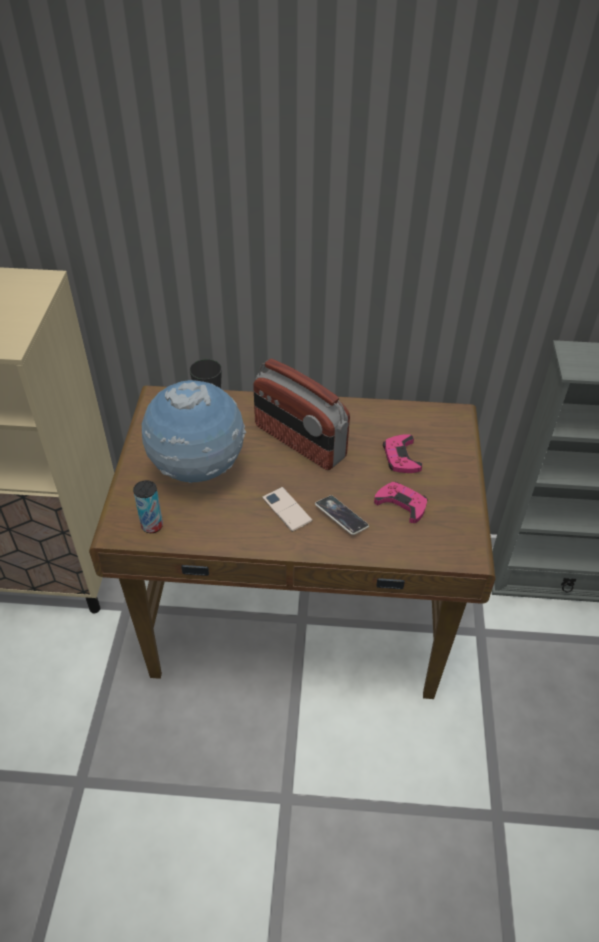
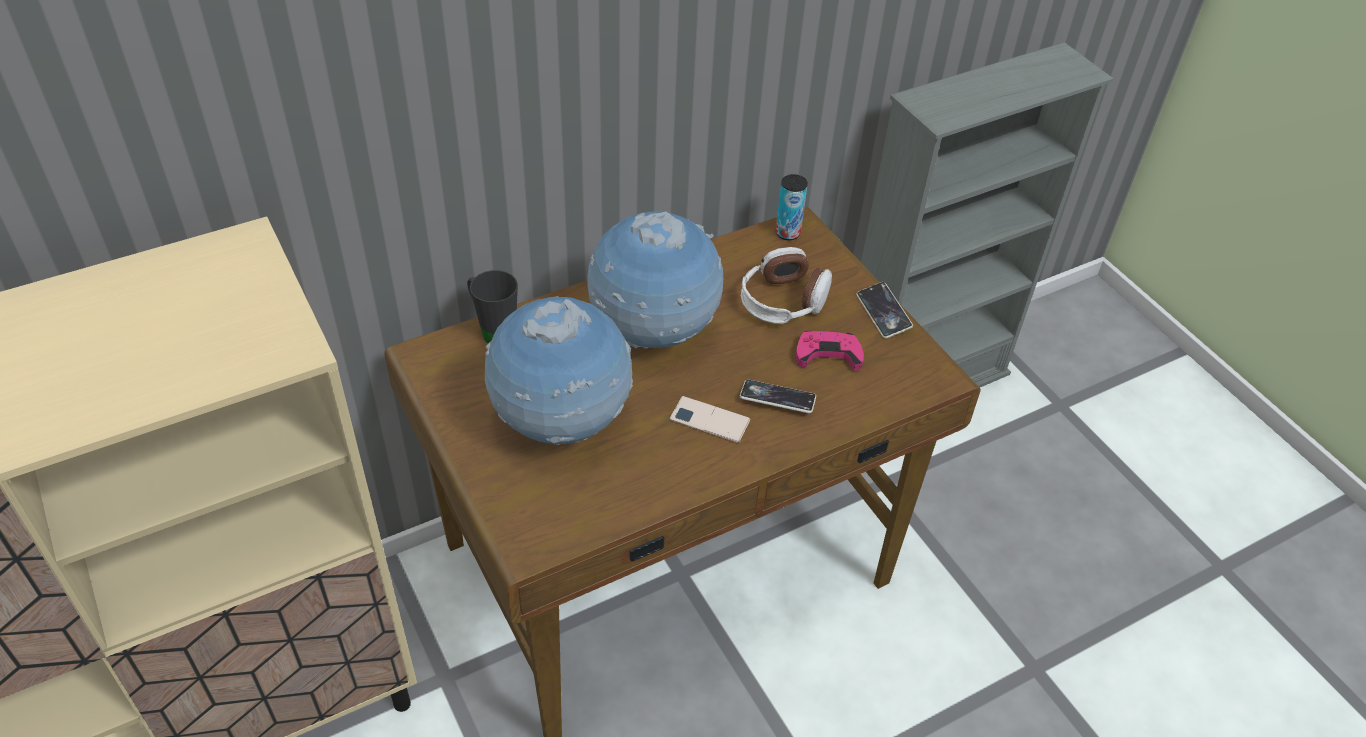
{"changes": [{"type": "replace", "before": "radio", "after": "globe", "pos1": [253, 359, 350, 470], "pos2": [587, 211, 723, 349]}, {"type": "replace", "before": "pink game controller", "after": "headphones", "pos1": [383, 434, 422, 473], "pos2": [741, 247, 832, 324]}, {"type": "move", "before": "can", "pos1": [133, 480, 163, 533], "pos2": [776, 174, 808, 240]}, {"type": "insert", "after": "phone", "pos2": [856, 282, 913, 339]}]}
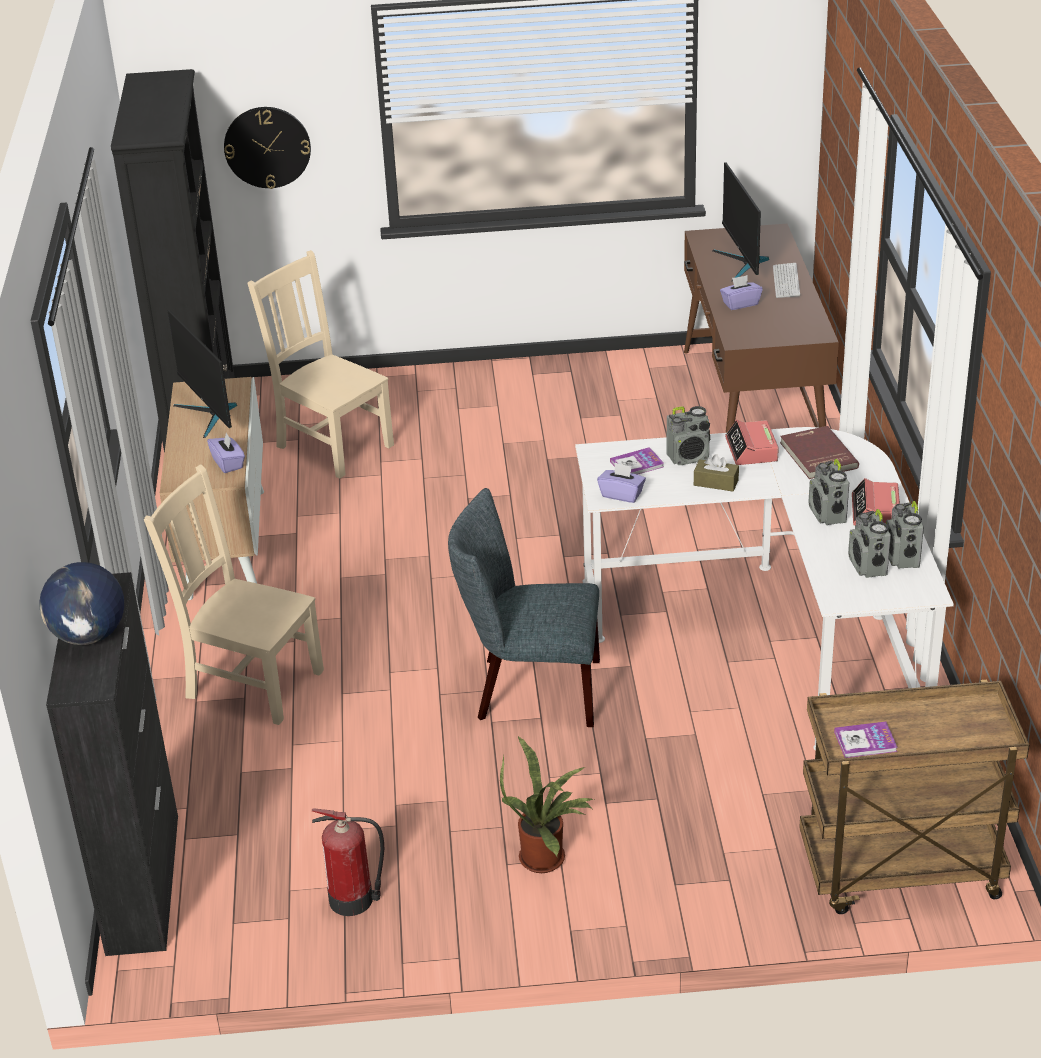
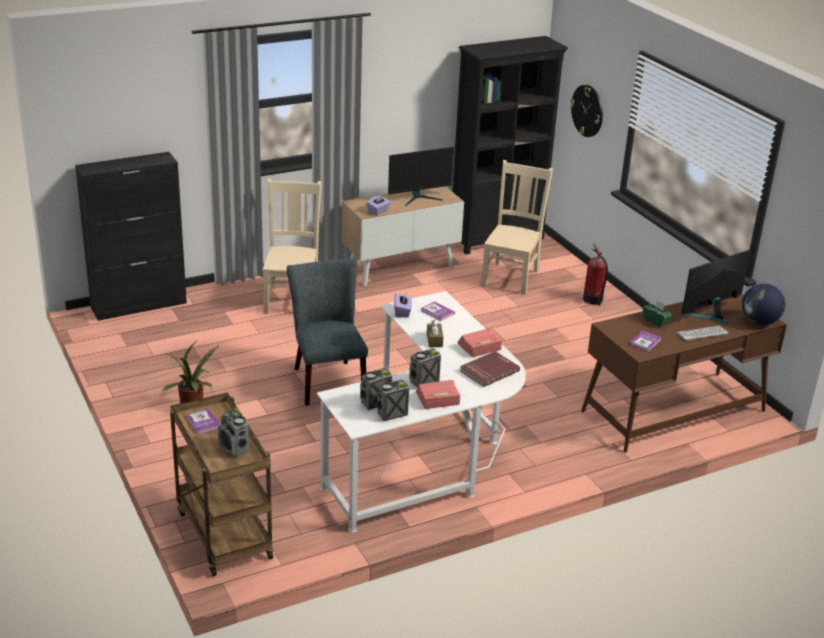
{"changes": [{"type": "move", "before": "radio", "pos1": [666, 406, 710, 465], "pos2": [218, 408, 249, 457]}, {"type": "rotate", "before": "monitor", "pos1": [168, 310, 237, 438], "pos2": [388, 147, 454, 206], "turn": -150}, {"type": "move", "before": "fire extinguisher", "pos1": [312, 808, 384, 916], "pos2": [583, 243, 608, 306]}, {"type": "insert", "after": "book", "pos2": [629, 331, 661, 352]}, {"type": "recolor", "before": "purple tissue box", "after": "green tissue box", "pos1": [720, 275, 763, 310], "pos2": [643, 301, 673, 327]}, {"type": "move", "before": "globe", "pos1": [39, 562, 124, 645], "pos2": [742, 283, 785, 325]}]}
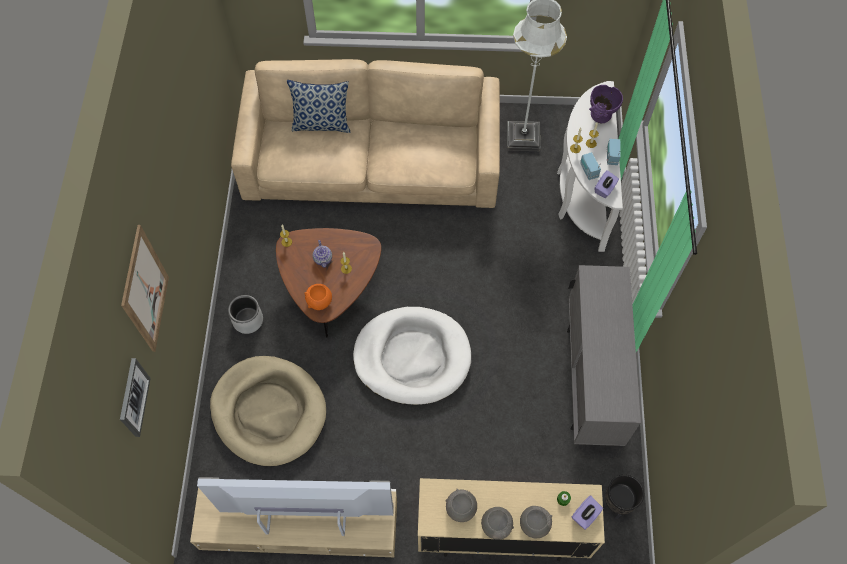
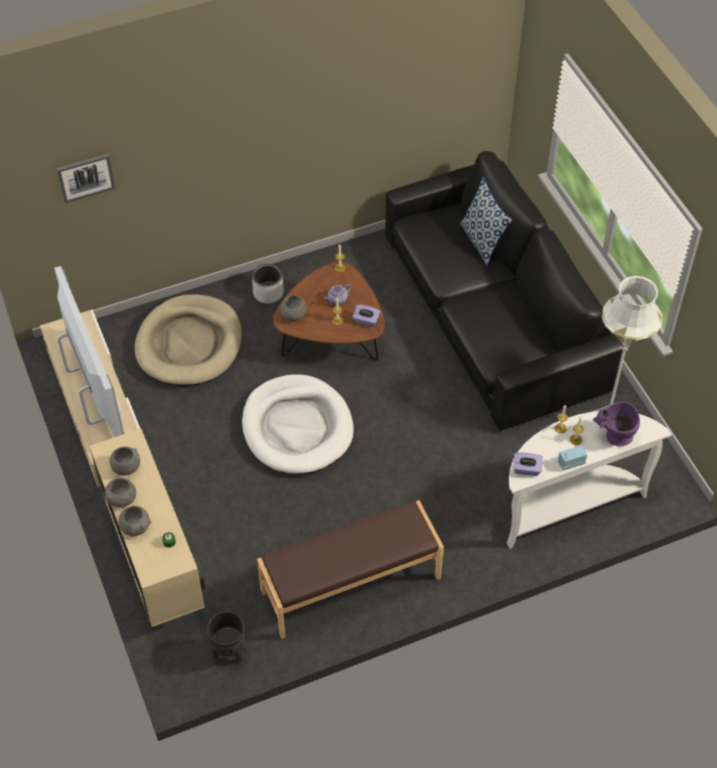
{"changes": [{"type": "replace", "before": "grey cabinet", "after": "brown bench", "pos1": [567, 265, 641, 446], "pos2": [257, 500, 444, 639]}, {"type": "recolor", "before": "orange bowl", "after": "grey bowl", "pos1": [304, 284, 332, 310], "pos2": [280, 295, 307, 321]}, {"type": "move", "before": "purple tissue box", "pos1": [572, 495, 603, 530], "pos2": [353, 305, 381, 327]}, {"type": "recolor", "before": "beige sofa", "after": "black sofa", "pos1": [231, 59, 500, 208], "pos2": [385, 151, 623, 431]}, {"type": "delete", "before": "picture", "pos1": [121, 225, 169, 352]}, {"type": "delete", "before": "radio", "pos1": [580, 152, 601, 180]}]}
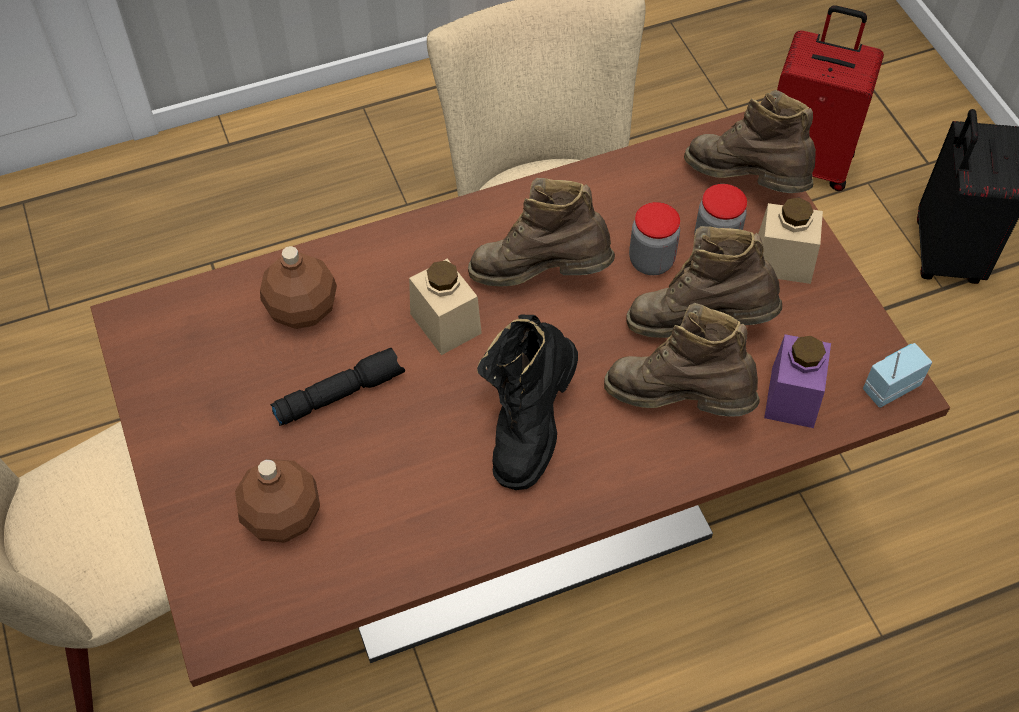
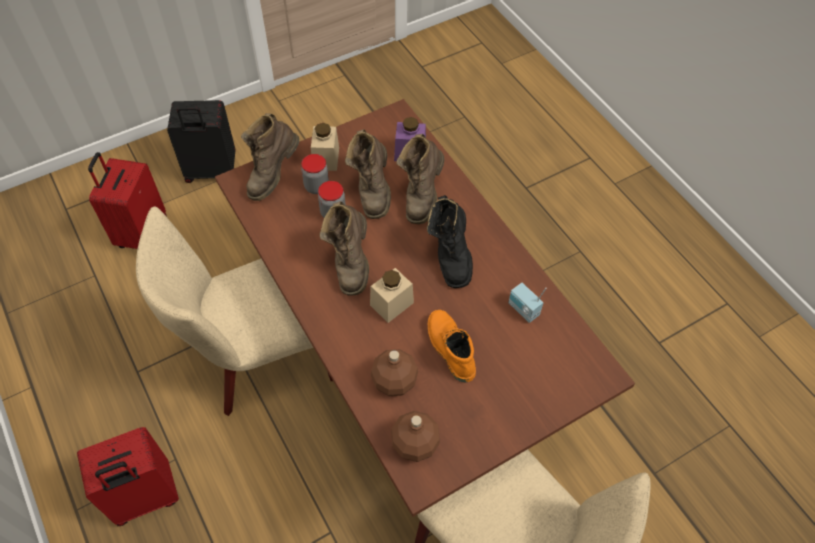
{"changes": [{"type": "insert", "after": "red suitcase", "pos2": [77, 427, 179, 526]}, {"type": "move", "before": "brown bottle", "pos1": [235, 459, 320, 543], "pos2": [391, 411, 440, 462]}, {"type": "rotate", "before": "black boot", "pos1": [477, 315, 578, 490], "pos2": [427, 195, 473, 288], "turn": 75}, {"type": "replace", "before": "black flashlight", "after": "orange boot", "pos1": [270, 348, 405, 426], "pos2": [428, 310, 476, 382]}, {"type": "move", "before": "radio", "pos1": [863, 343, 932, 408], "pos2": [508, 283, 547, 323]}]}
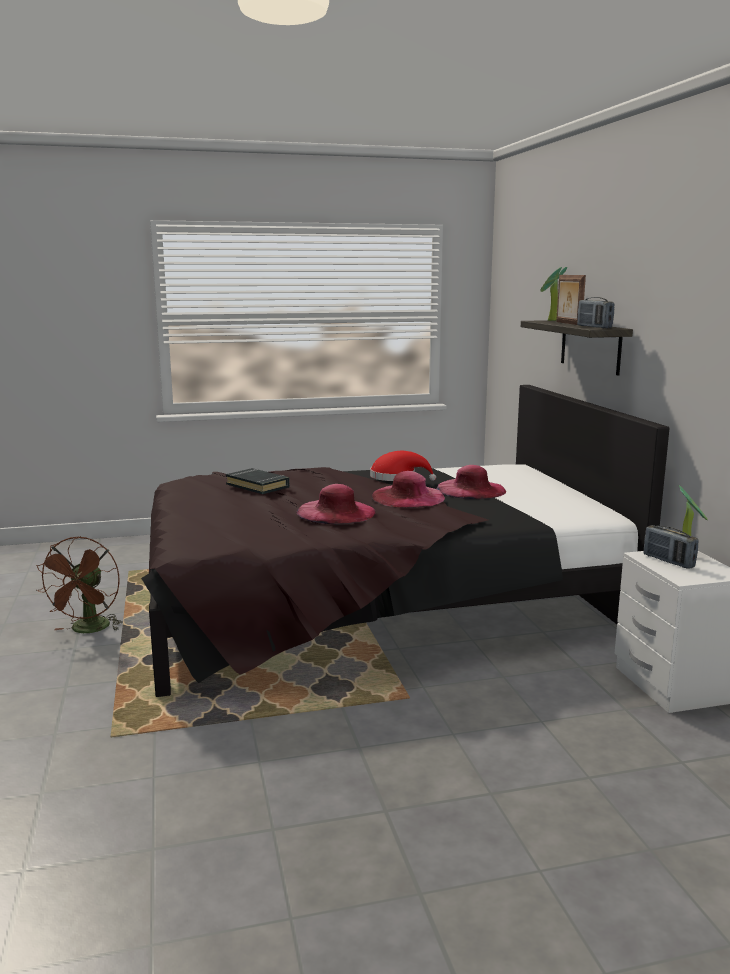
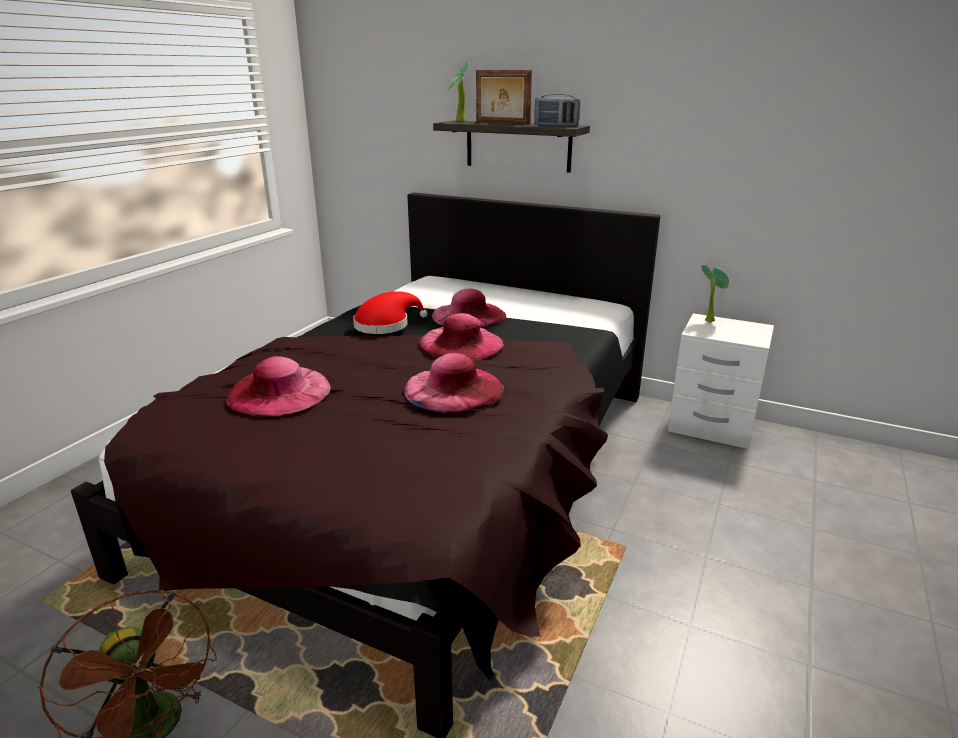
{"changes": [{"type": "replace", "before": "black book", "after": "pink hat", "pos1": [226, 468, 289, 494], "pos2": [226, 356, 331, 417]}, {"type": "delete", "before": "radio", "pos1": [644, 525, 698, 569]}]}
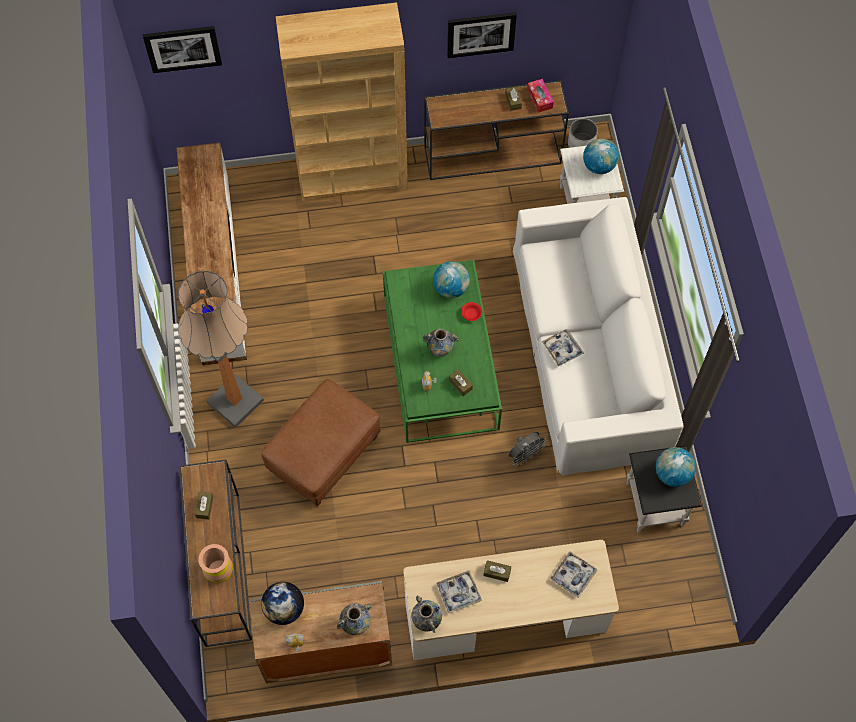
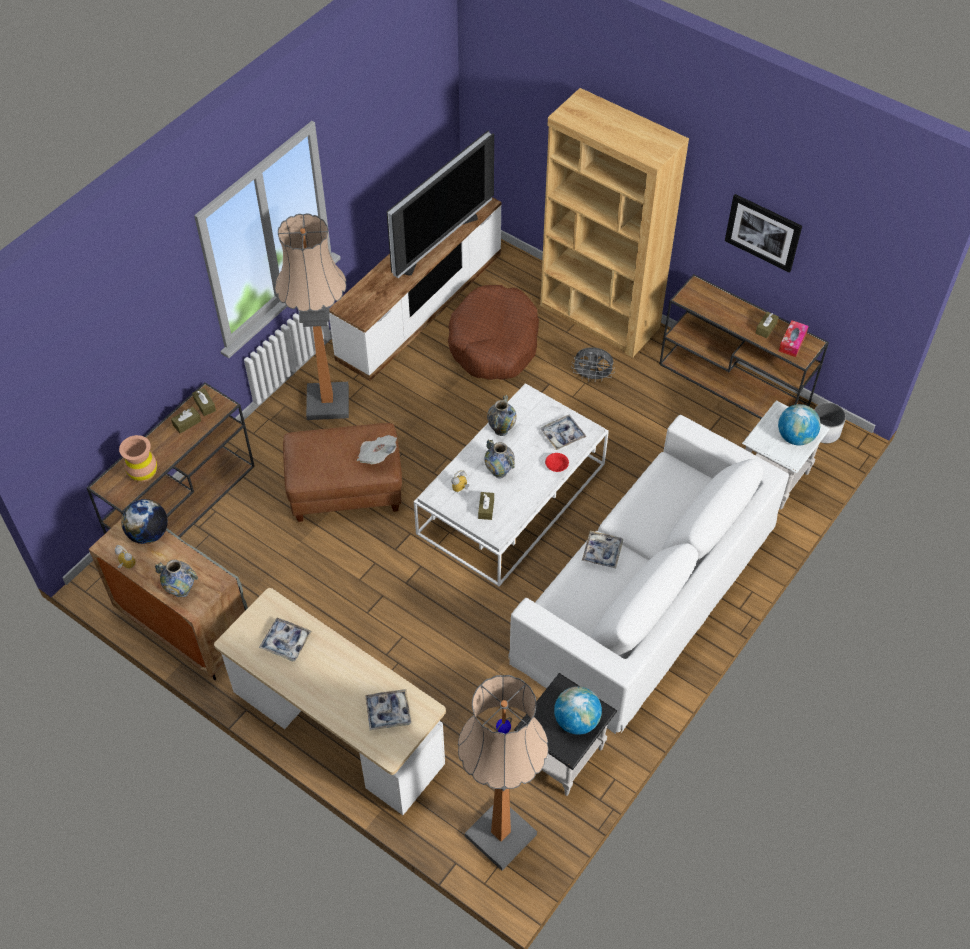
{"changes": [{"type": "move", "before": "brown tissue box", "pos1": [483, 560, 511, 582], "pos2": [192, 388, 216, 416]}, {"type": "insert", "after": "newspaper", "pos2": [357, 435, 397, 464]}, {"type": "insert", "after": "television", "pos2": [387, 131, 494, 278]}, {"type": "recolor", "before": "green coffee table", "after": "white coffee table", "pos1": [383, 260, 502, 443], "pos2": [414, 384, 609, 587]}, {"type": "insert", "after": "brown dog bed", "pos2": [448, 285, 539, 380]}, {"type": "insert", "after": "floor lamp", "pos2": [458, 675, 548, 870]}, {"type": "move", "before": "vase", "pos1": [411, 596, 442, 633], "pos2": [487, 395, 517, 436]}, {"type": "replace", "before": "globe", "after": "tray", "pos1": [433, 261, 470, 298], "pos2": [540, 415, 586, 450]}, {"type": "move", "before": "grey fan", "pos1": [509, 432, 548, 466], "pos2": [571, 347, 615, 382]}, {"type": "delete", "before": "picture", "pos1": [143, 26, 222, 73]}]}
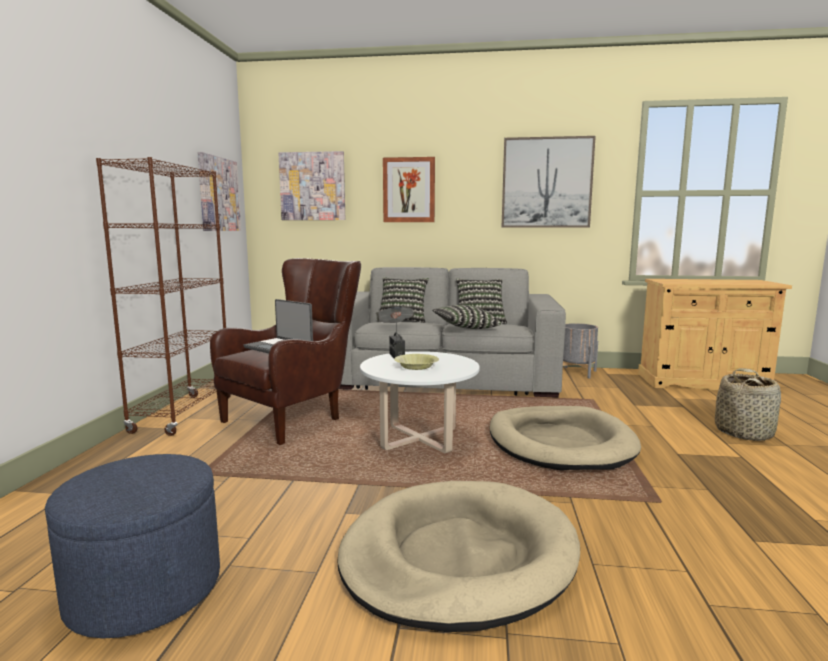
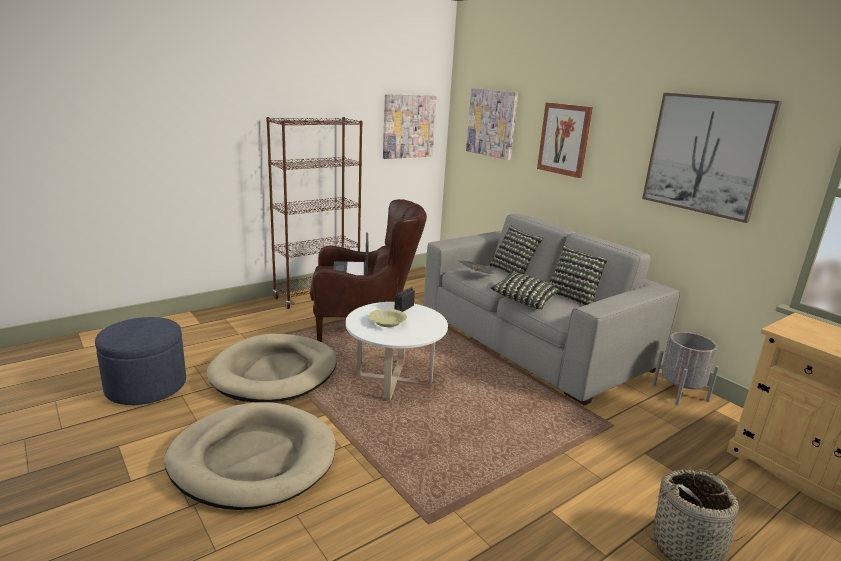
{"changes": [{"type": "move", "before": "beige dog bed", "pos1": [489, 406, 641, 471], "pos2": [207, 334, 337, 402]}]}
